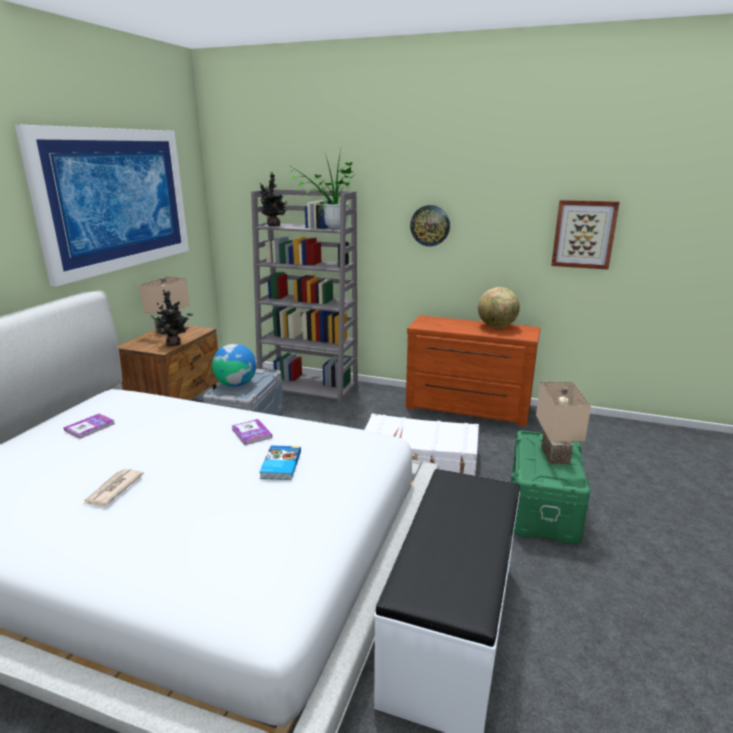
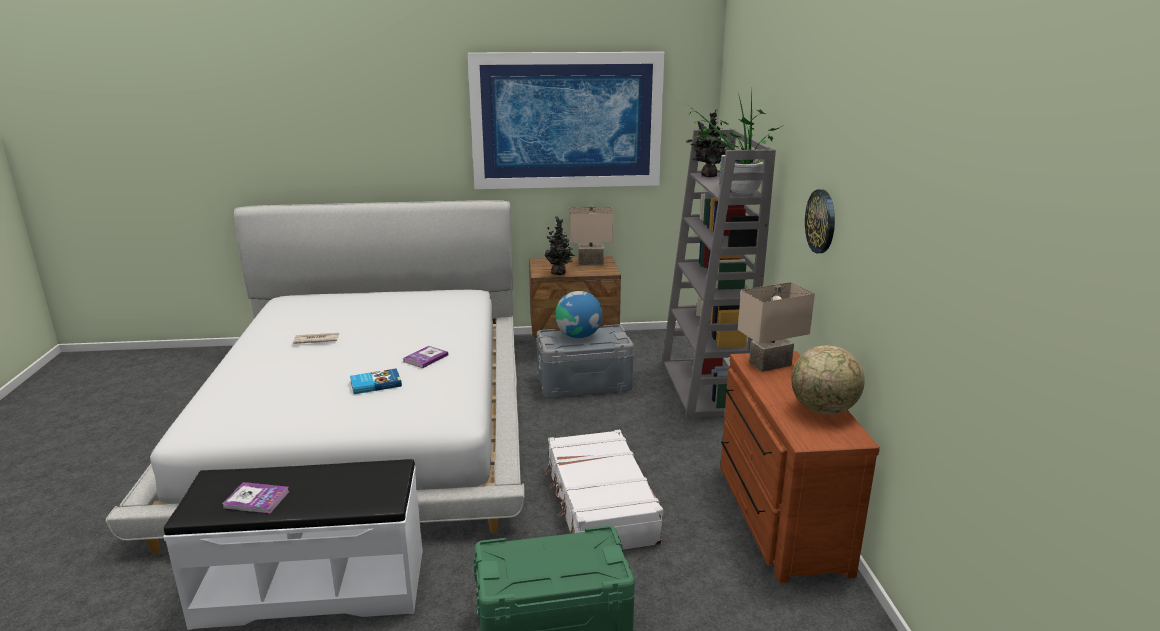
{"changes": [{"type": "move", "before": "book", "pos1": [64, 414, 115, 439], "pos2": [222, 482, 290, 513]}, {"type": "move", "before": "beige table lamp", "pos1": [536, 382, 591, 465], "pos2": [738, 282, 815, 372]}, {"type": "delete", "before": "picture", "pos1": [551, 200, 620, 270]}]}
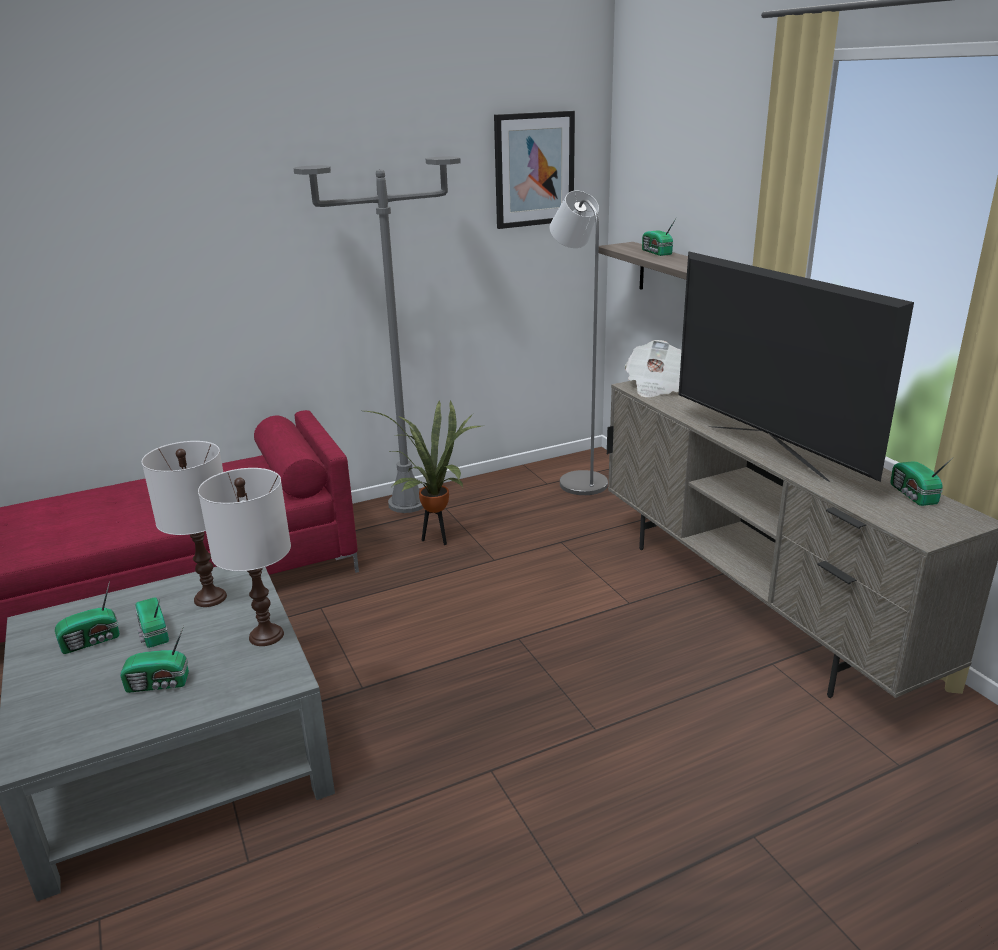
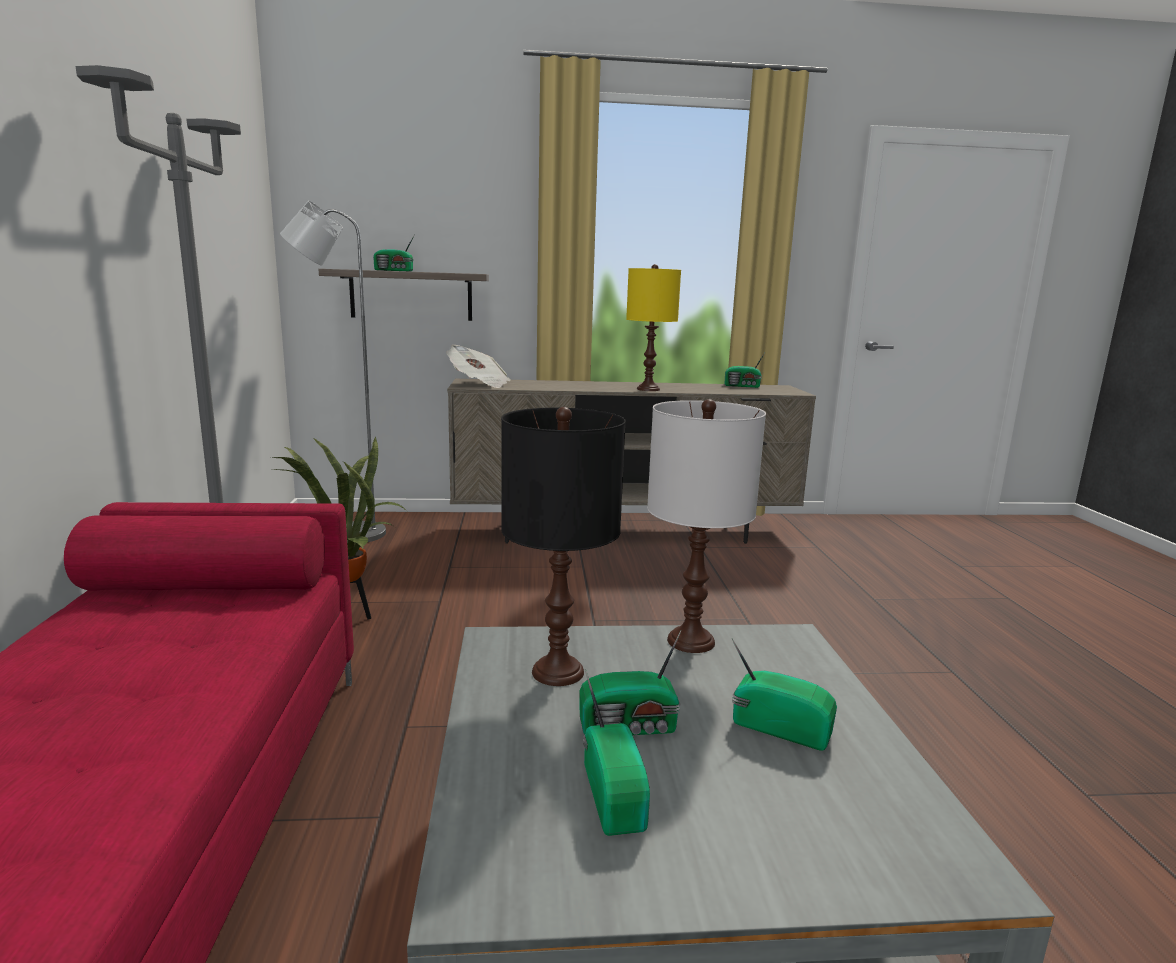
{"changes": [{"type": "recolor", "before": "white table lamp", "after": "black table lamp", "pos1": [142, 441, 227, 607], "pos2": [501, 407, 626, 686]}, {"type": "replace", "before": "television", "after": "yellow table lamp", "pos1": [679, 251, 914, 482], "pos2": [626, 264, 681, 391]}, {"type": "rotate", "before": "radio", "pos1": [120, 625, 189, 693], "pos2": [732, 639, 837, 750], "turn": -75}, {"type": "delete", "before": "picture", "pos1": [494, 111, 575, 229]}]}
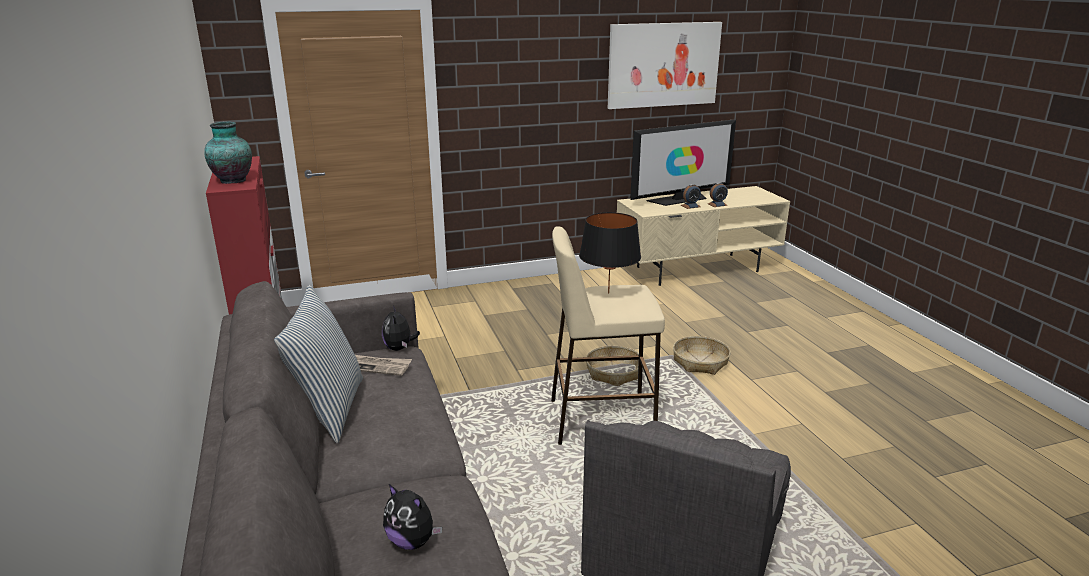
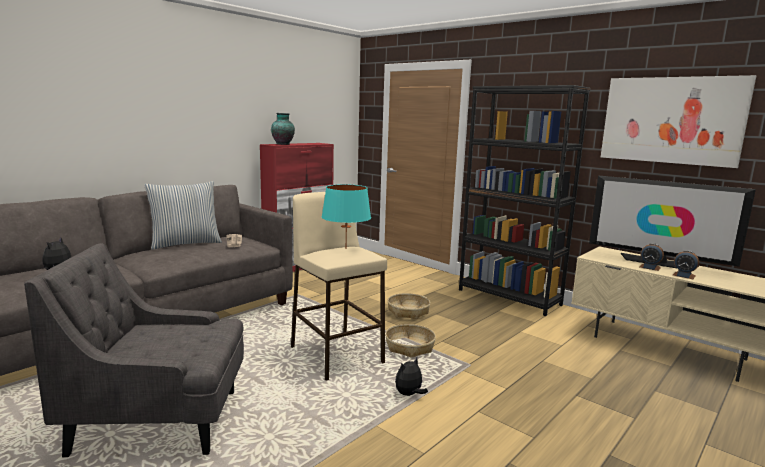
{"changes": [{"type": "recolor", "before": "black table lamp", "after": "turquoise table lamp", "pos1": [579, 212, 641, 294], "pos2": [322, 184, 371, 241]}, {"type": "move", "before": "basket", "pos1": [673, 336, 731, 375], "pos2": [388, 293, 430, 319]}, {"type": "move", "before": "plush toy", "pos1": [382, 305, 420, 351], "pos2": [395, 358, 428, 396]}, {"type": "insert", "after": "black bookcase", "pos2": [459, 85, 591, 316]}]}
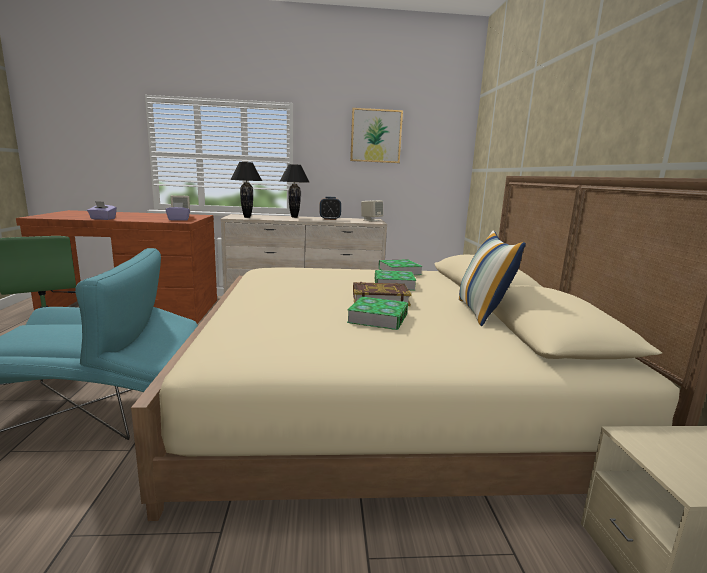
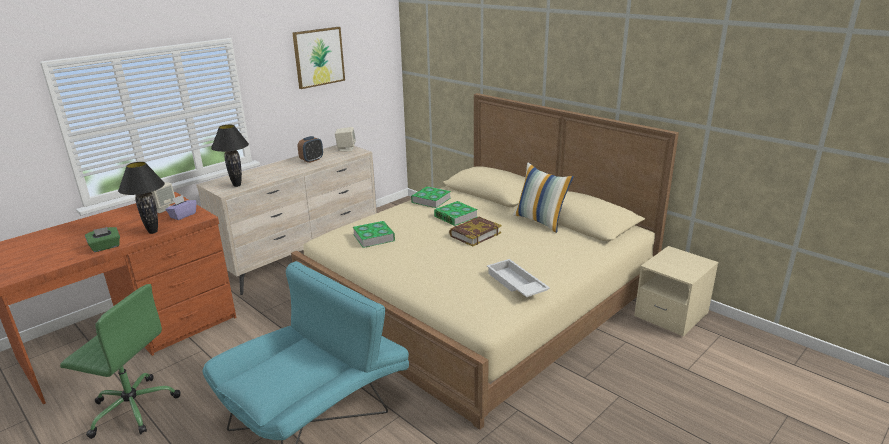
{"changes": [{"type": "recolor", "before": "purple tissue box", "after": "green tissue box", "pos1": [87, 201, 117, 220], "pos2": [85, 227, 120, 252]}, {"type": "move", "before": "black table lamp", "pos1": [280, 164, 309, 218], "pos2": [118, 162, 165, 234]}, {"type": "move", "before": "book", "pos1": [347, 296, 408, 330], "pos2": [353, 221, 395, 248]}, {"type": "insert", "after": "white tray", "pos2": [487, 259, 550, 297]}]}
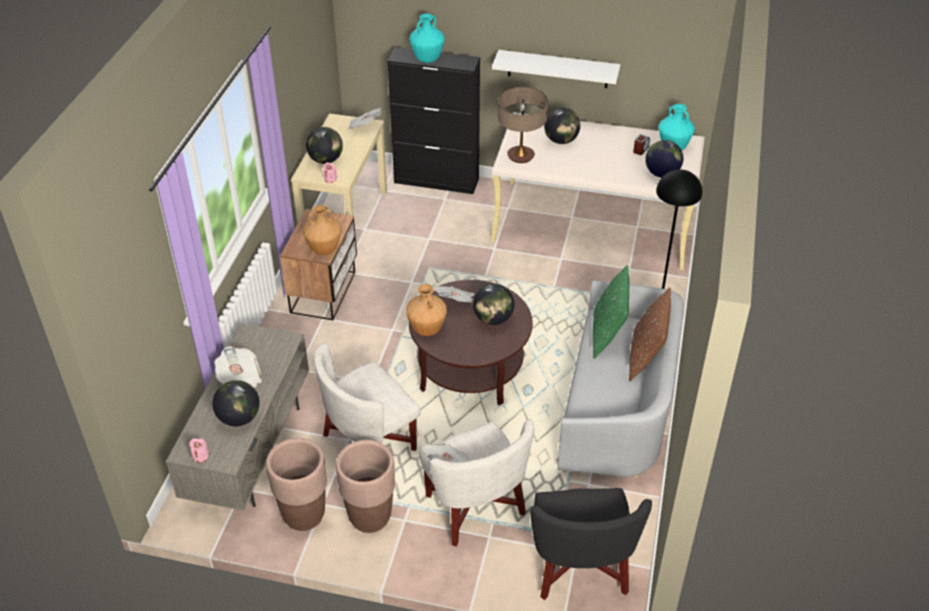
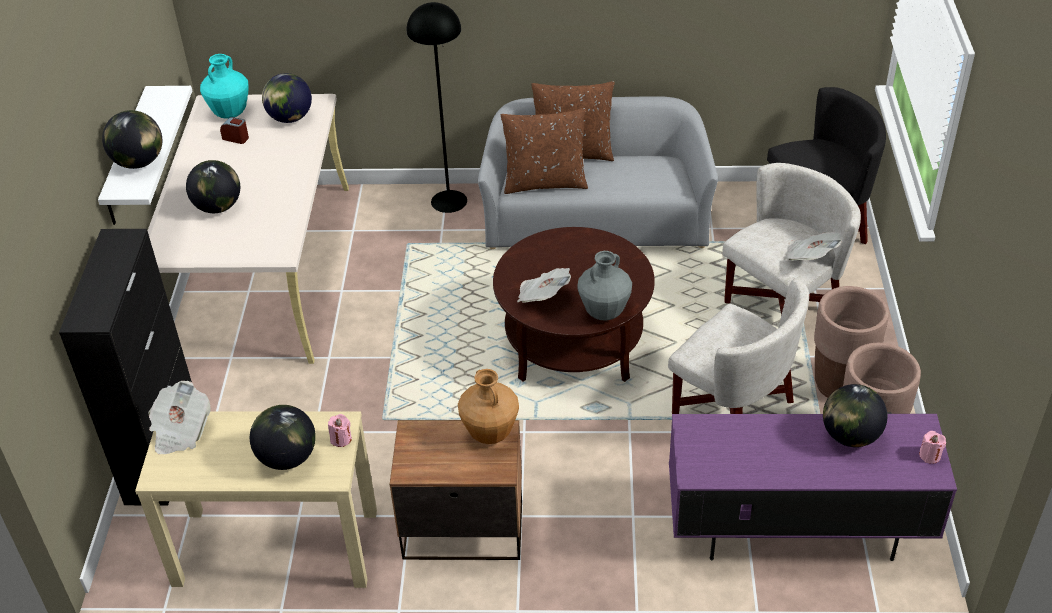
{"changes": [{"type": "move", "before": "globe", "pos1": [473, 284, 514, 325], "pos2": [102, 110, 162, 169]}, {"type": "recolor", "before": "green pillow", "after": "brown pillow", "pos1": [593, 265, 629, 359], "pos2": [501, 108, 588, 194]}, {"type": "recolor", "before": "brown vase", "after": "grey vase", "pos1": [406, 284, 447, 336], "pos2": [577, 251, 632, 321]}, {"type": "recolor", "before": "grey tv stand", "after": "purple tv stand", "pos1": [166, 323, 309, 511], "pos2": [669, 412, 957, 561]}, {"type": "delete", "before": "newspaper", "pos1": [214, 346, 262, 388]}, {"type": "delete", "before": "turquoise vase", "pos1": [409, 13, 445, 63]}, {"type": "delete", "before": "table lamp", "pos1": [498, 87, 548, 163]}]}
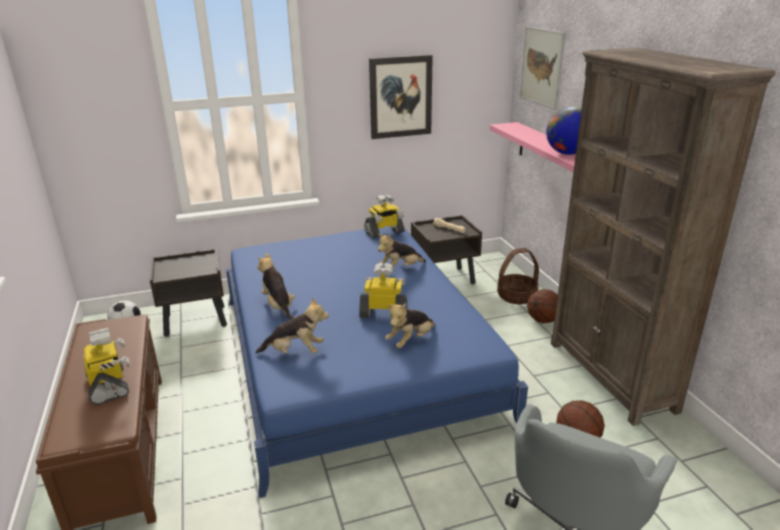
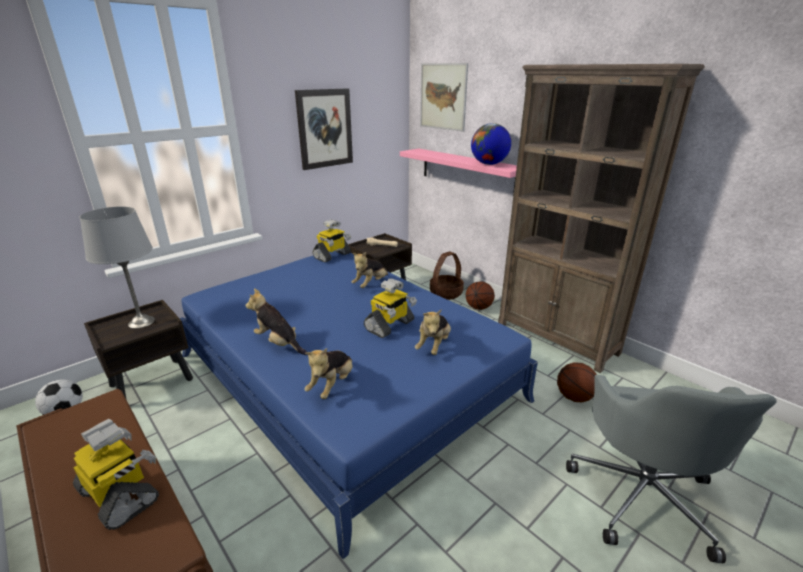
{"changes": [{"type": "insert", "after": "grey table lamp", "pos2": [80, 207, 155, 329]}, {"type": "rotate", "before": "plush toy", "pos1": [256, 298, 329, 354], "pos2": [304, 348, 353, 399], "turn": 135}, {"type": "rotate", "before": "toy robot", "pos1": [359, 262, 407, 318], "pos2": [364, 278, 417, 338], "turn": 150}]}
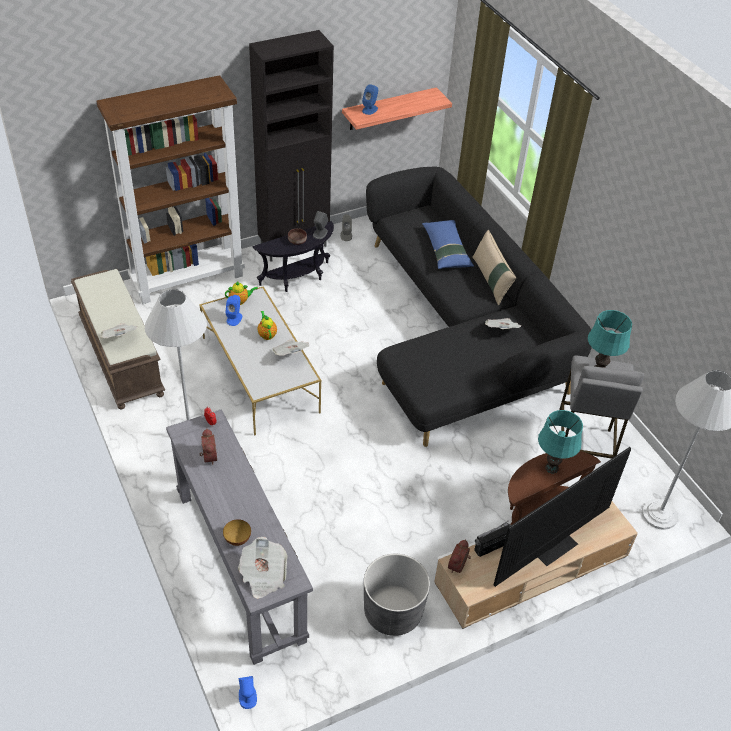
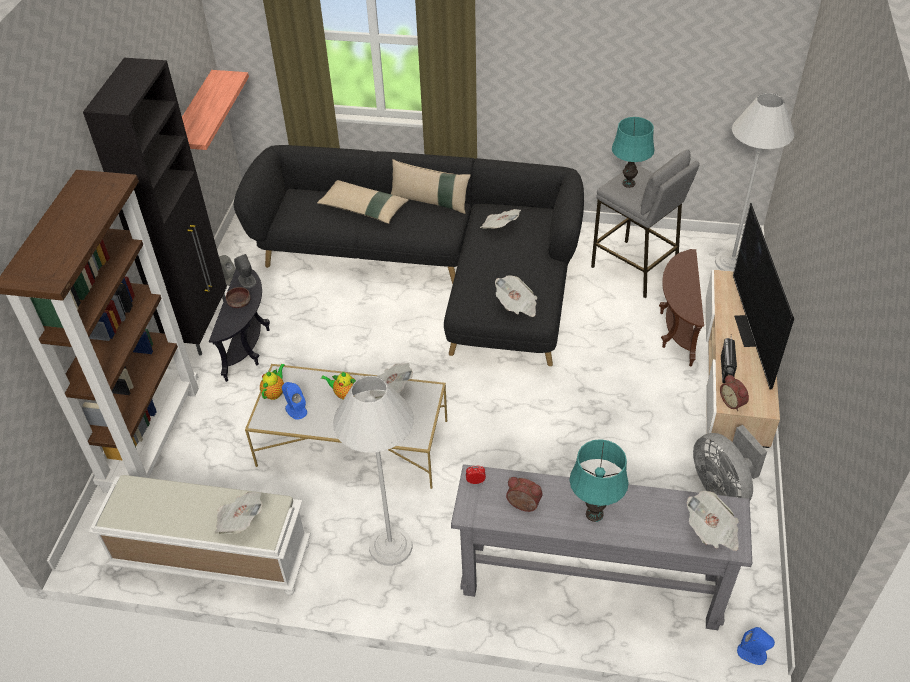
{"changes": [{"type": "recolor", "before": "brown bench", "after": "white bench", "pos1": [71, 269, 165, 410], "pos2": [88, 475, 311, 595]}, {"type": "recolor", "before": "blue pillow", "after": "beige pillow", "pos1": [422, 220, 474, 269], "pos2": [317, 180, 409, 224]}, {"type": "insert", "after": "newspaper", "pos2": [495, 275, 537, 317]}, {"type": "move", "before": "turquoise table lamp", "pos1": [538, 410, 583, 474], "pos2": [569, 439, 629, 522]}, {"type": "replace", "before": "grey planter", "after": "grey fan", "pos1": [364, 554, 430, 636], "pos2": [693, 425, 767, 500]}, {"type": "delete", "before": "bowl", "pos1": [223, 519, 251, 546]}, {"type": "delete", "before": "blue speaker", "pos1": [362, 84, 378, 115]}]}
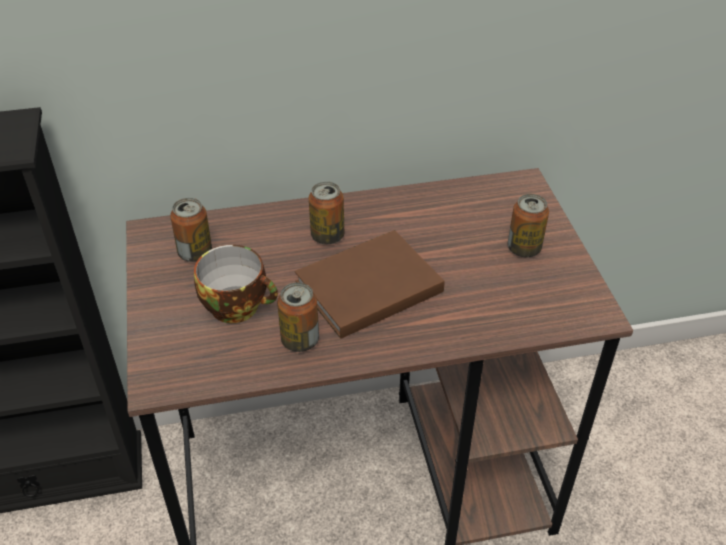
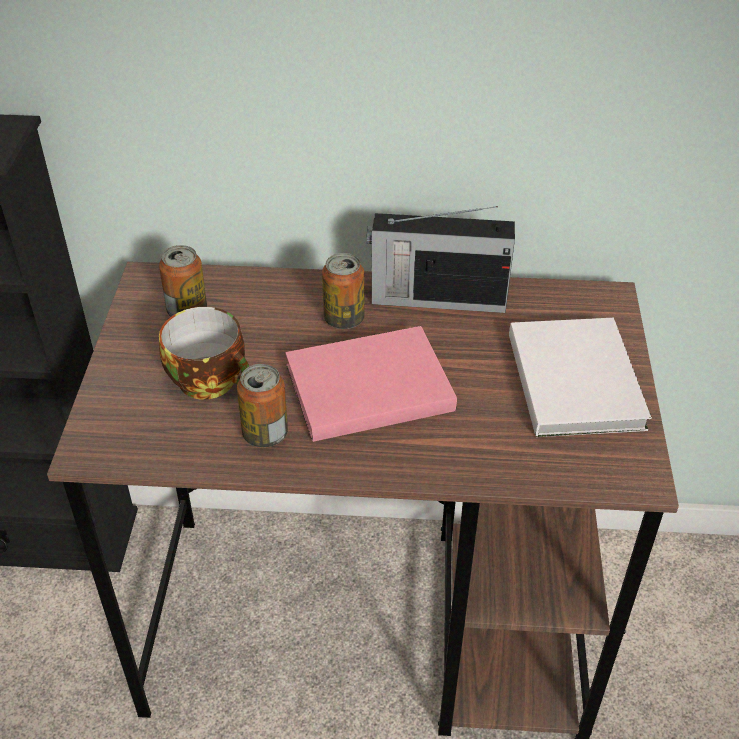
{"changes": [{"type": "recolor", "before": "brown book", "after": "pink book", "pos1": [295, 230, 444, 339], "pos2": [285, 326, 457, 442]}, {"type": "insert", "after": "radio", "pos2": [366, 206, 515, 313]}, {"type": "replace", "before": "can", "after": "white book", "pos1": [507, 194, 549, 257], "pos2": [509, 318, 652, 437]}]}
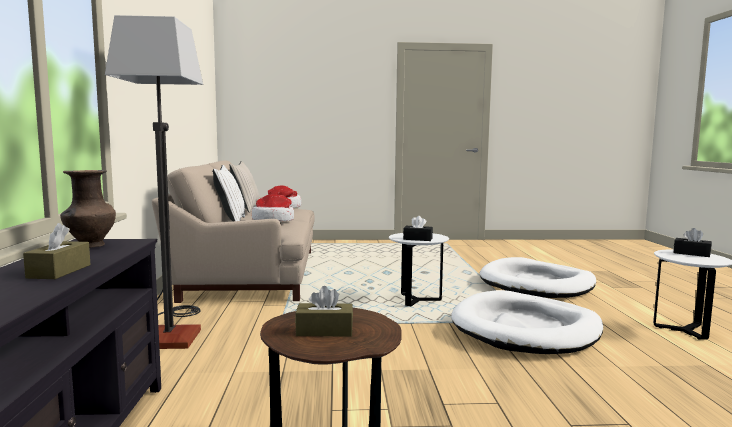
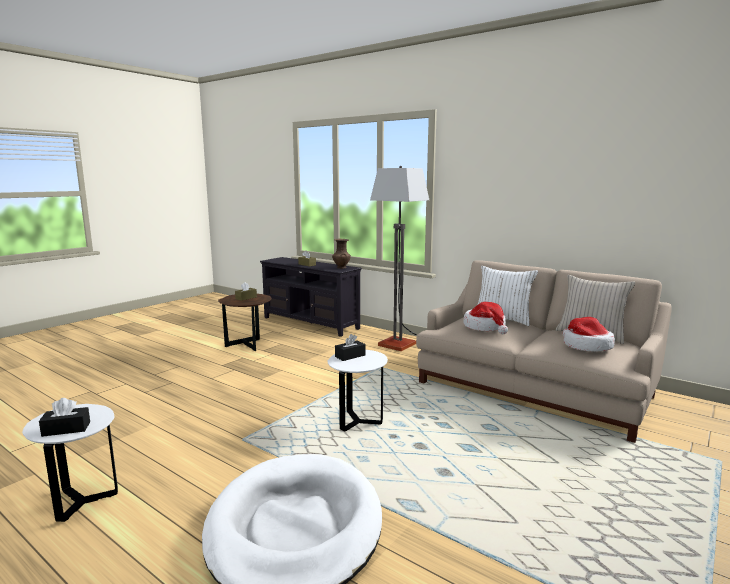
{"changes": [{"type": "delete", "before": "white dog bed", "pos1": [451, 290, 603, 354]}]}
